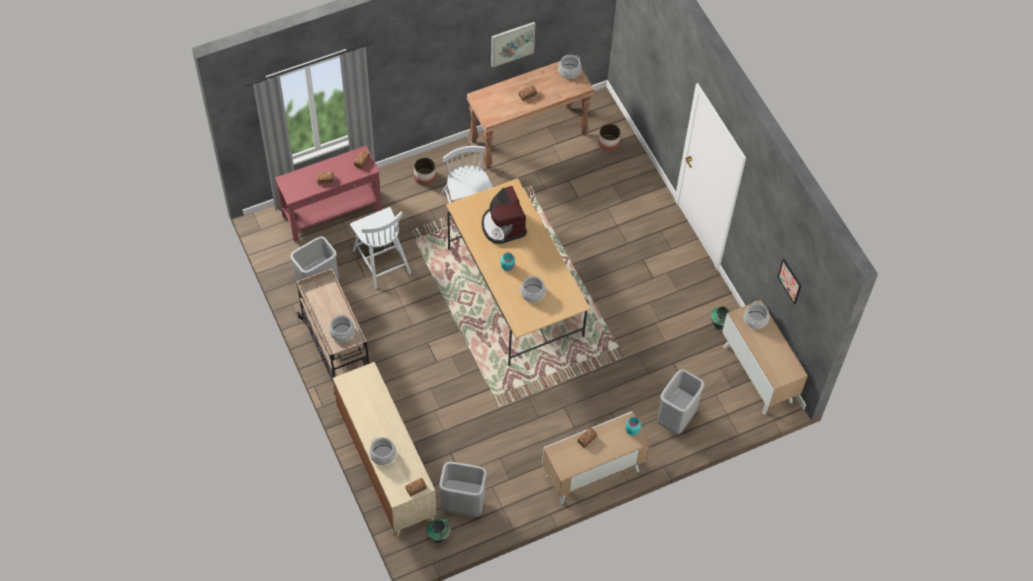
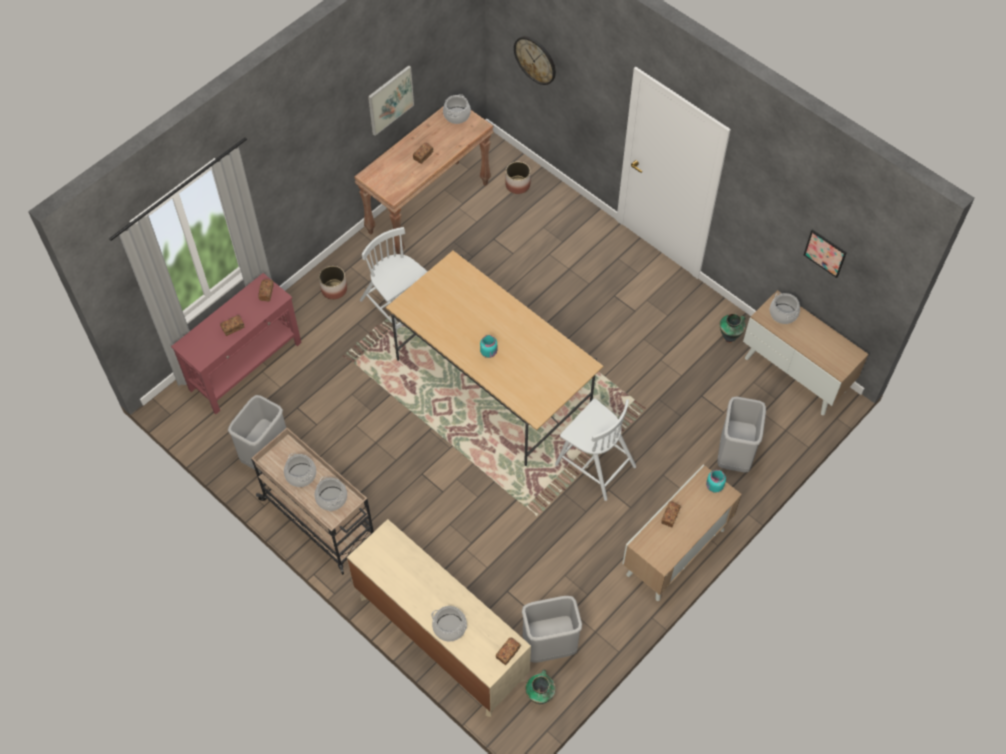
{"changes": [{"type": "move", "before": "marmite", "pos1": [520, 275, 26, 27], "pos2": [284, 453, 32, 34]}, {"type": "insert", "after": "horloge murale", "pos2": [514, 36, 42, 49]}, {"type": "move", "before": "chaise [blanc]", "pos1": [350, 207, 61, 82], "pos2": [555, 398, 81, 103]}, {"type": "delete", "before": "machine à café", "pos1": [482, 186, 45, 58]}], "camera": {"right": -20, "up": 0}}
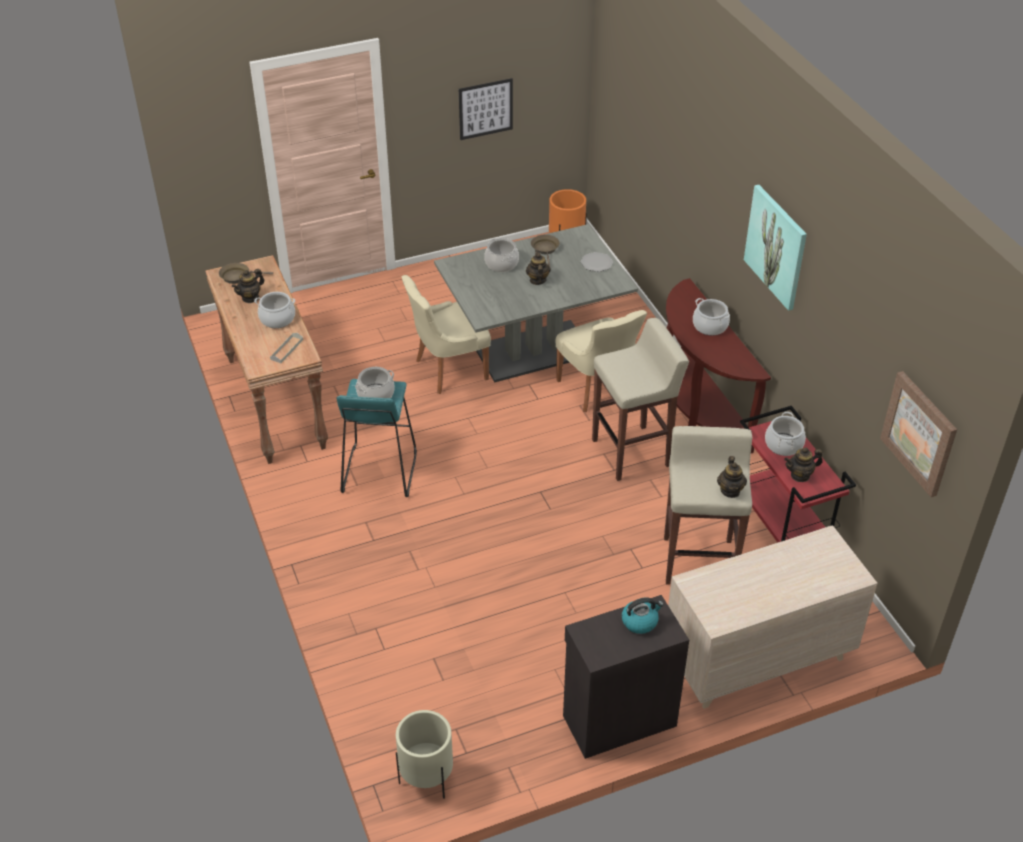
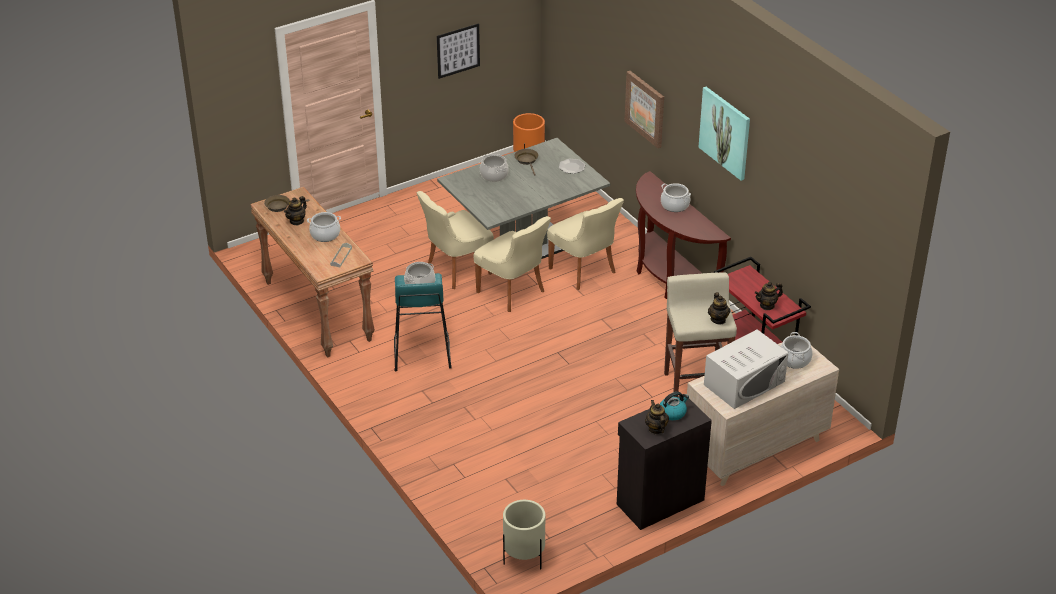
{"changes": [{"type": "insert", "after": "chaise [beige]", "pos2": [473, 216, 78, 96]}, {"type": "move", "before": "tableau", "pos1": [880, 371, 77, 126], "pos2": [624, 71, 40, 77]}, {"type": "move", "before": "théière", "pos1": [526, 251, 25, 34], "pos2": [645, 400, 24, 34]}, {"type": "insert", "after": "micro-ondes [blanc]", "pos2": [704, 329, 84, 80]}, {"type": "move", "before": "marmite", "pos1": [765, 412, 41, 44], "pos2": [781, 332, 32, 37]}, {"type": "delete", "before": "tabouret [beige]", "pos1": [592, 318, 97, 163]}], "camera": {"right": -10, "up": -5}}
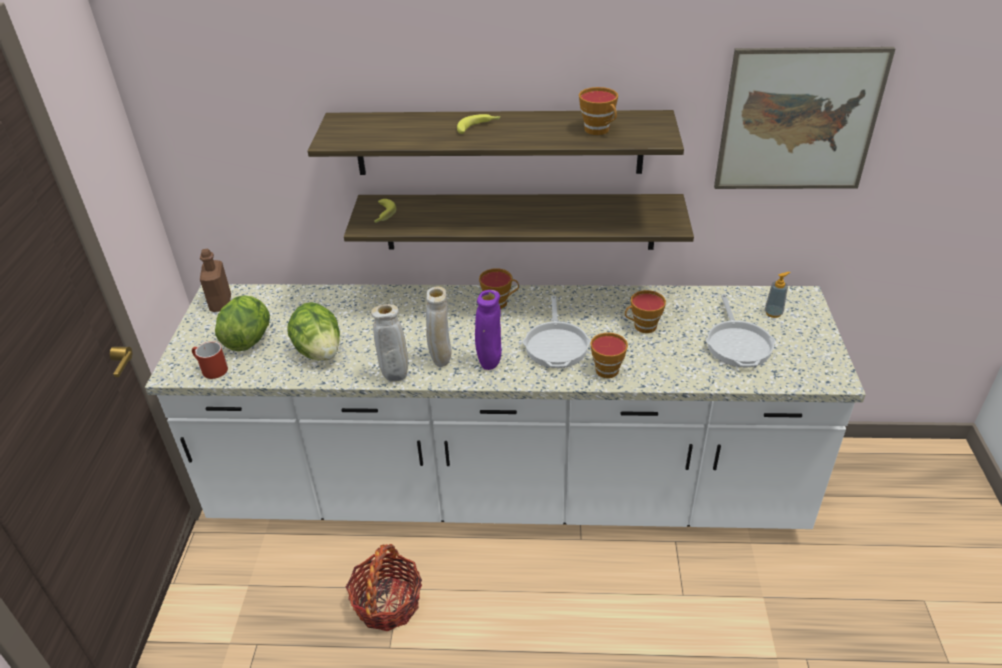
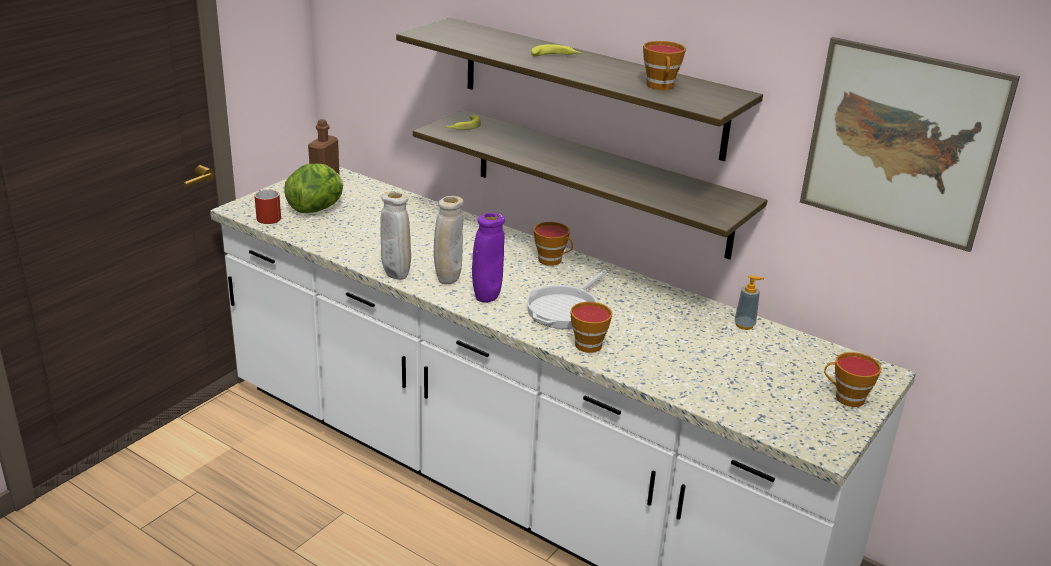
{"changes": [{"type": "move", "before": "distributeur de savon", "pos1": [765, 272, 26, 46], "pos2": [734, 275, 30, 55]}, {"type": "move", "before": "tasse", "pos1": [625, 290, 41, 43], "pos2": [824, 352, 58, 55]}, {"type": "delete", "before": "laitue", "pos1": [287, 302, 53, 59]}, {"type": "delete", "before": "panier", "pos1": [346, 544, 76, 87]}, {"type": "delete", "before": "poêle", "pos1": [706, 294, 69, 74]}], "camera": {"right": 30, "up": -10}}
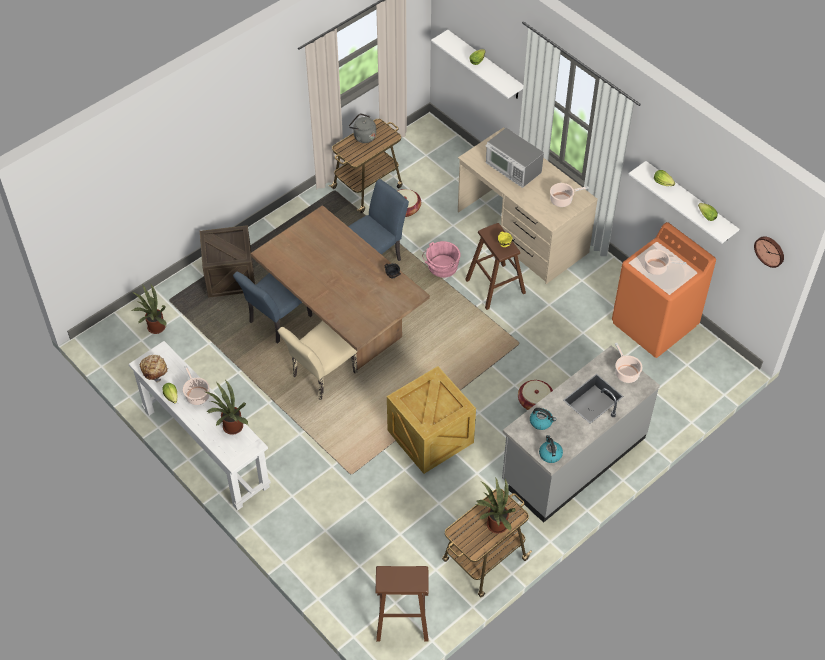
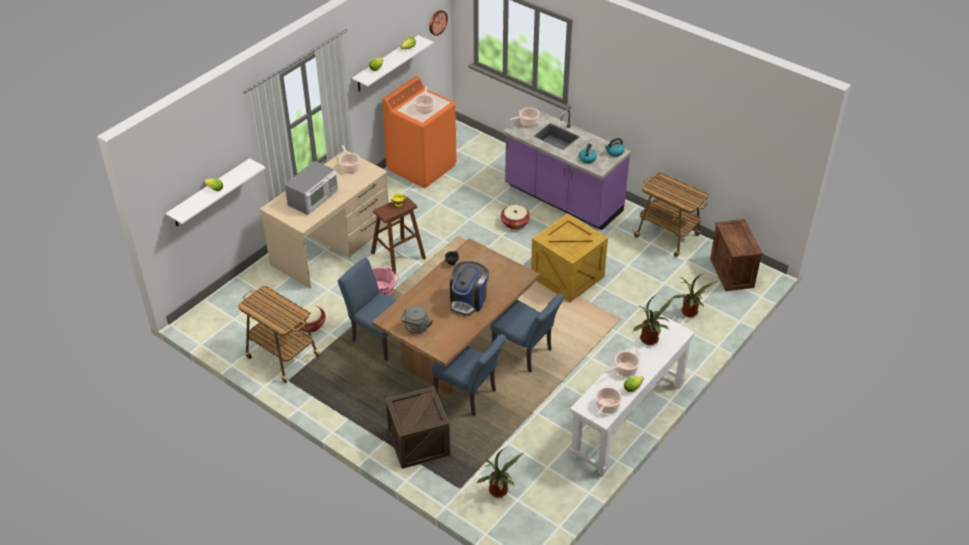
{"changes": [{"type": "move", "before": "bouilloire [gris]", "pos1": [349, 113, 27, 30], "pos2": [401, 306, 32, 28]}, {"type": "insert", "after": "machine à café", "pos2": [450, 261, 39, 55]}, {"type": "recolor", "before": "chaise [beige]", "after": "chaise [bleu]", "pos1": [278, 321, 80, 79], "pos2": [490, 294, 74, 79]}, {"type": "recolor", "before": "comptoir de cuisine [gris]", "after": "comptoir de cuisine [violet]", "pos1": [502, 345, 158, 178], "pos2": [503, 109, 128, 121]}, {"type": "replace", "before": "pain", "after": "marmite", "pos1": [140, 355, 28, 28], "pos2": [596, 387, 26, 30]}, {"type": "move", "before": "plante en pot", "pos1": [475, 478, 41, 55], "pos2": [672, 274, 45, 43]}, {"type": "replace", "before": "tabouret [marron]", "after": "caisse", "pos1": [376, 566, 52, 76], "pos2": [710, 219, 53, 72]}], "camera": {"right": -100, "up": -10}}
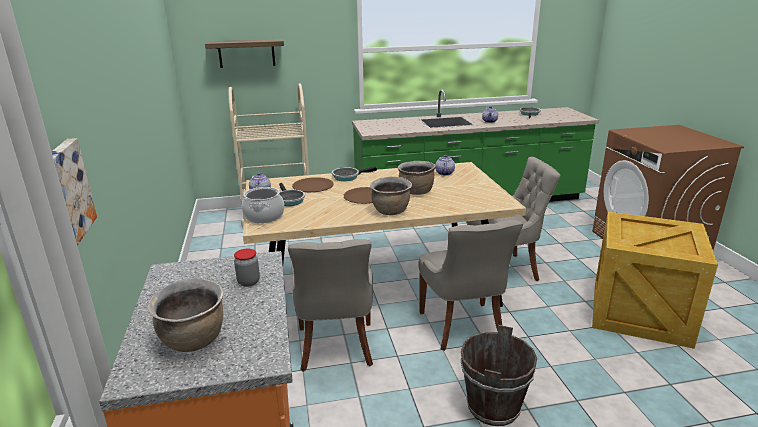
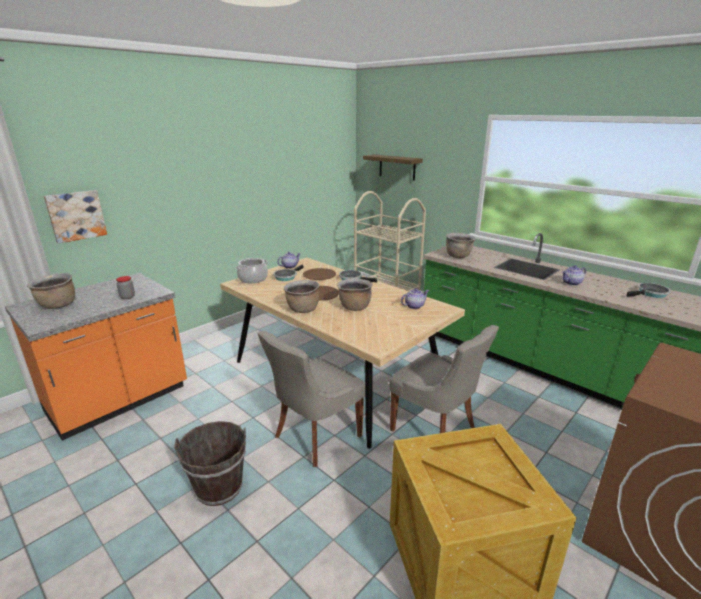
{"changes": [{"type": "insert", "after": "marmite [marron]", "pos2": [446, 233, 29, 25]}, {"type": "delete", "before": "chaise [gris]", "pos1": [288, 239, 85, 133]}], "camera": {"right": 55, "up": 0}}
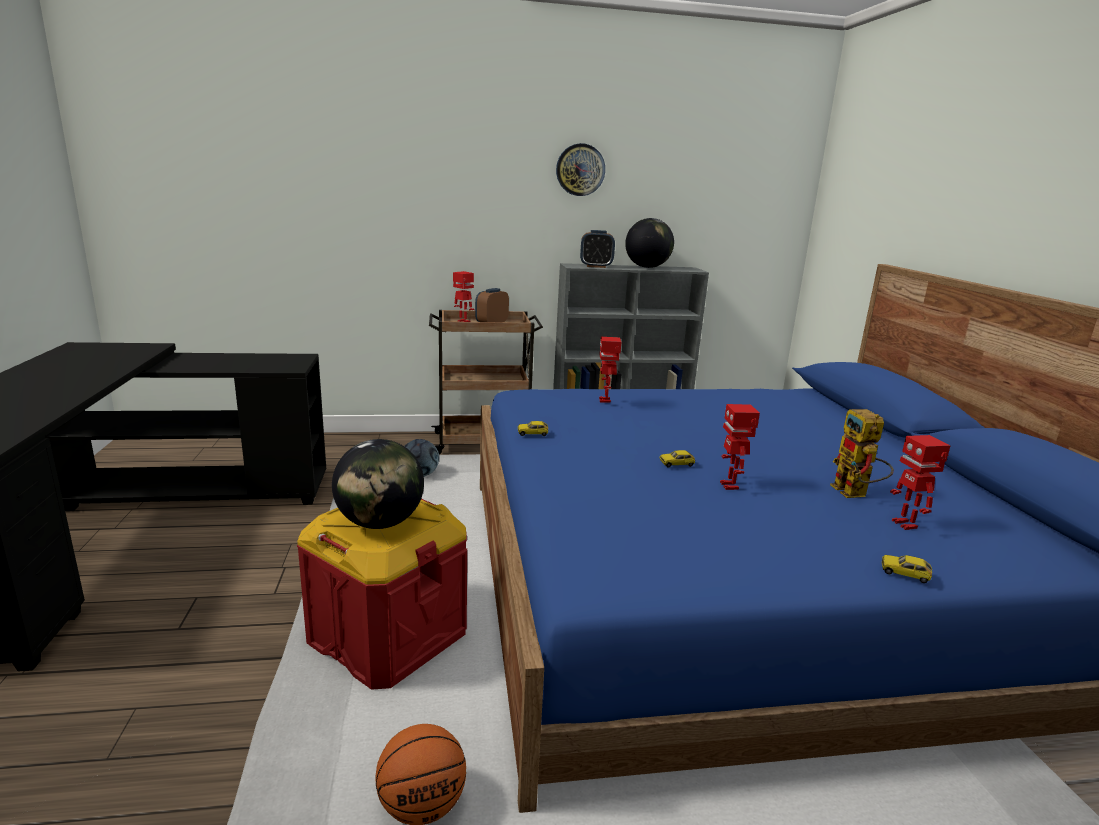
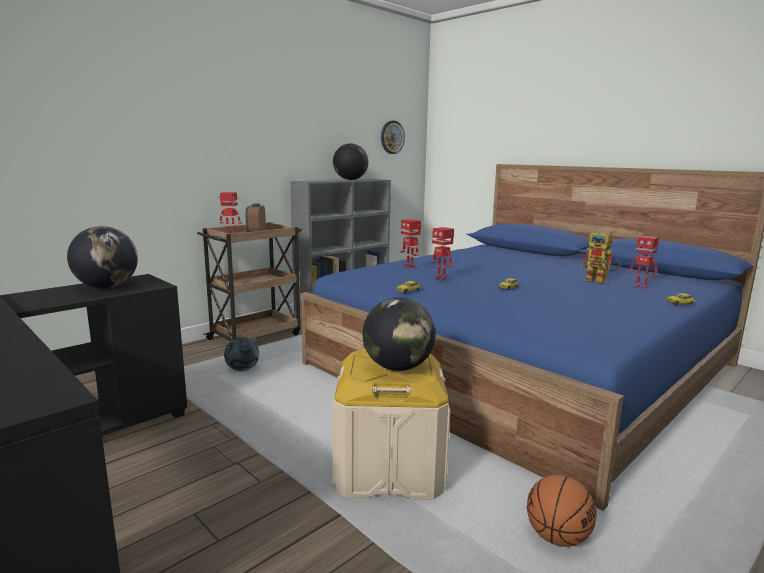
{"changes": [{"type": "insert", "after": "globe", "pos2": [67, 226, 71, 63]}, {"type": "recolor", "before": "boîte de rangement [rouge]", "after": "boîte de rangement [beige]", "pos1": [297, 499, 170, 191], "pos2": [332, 348, 118, 152]}, {"type": "move", "before": "horloge murale", "pos1": [556, 143, 49, 53], "pos2": [381, 121, 24, 33]}, {"type": "move", "before": "robot jouet", "pos1": [720, 404, 40, 86], "pos2": [430, 227, 24, 53]}, {"type": "delete", "before": "réveil", "pos1": [580, 230, 35, 38]}], "camera": {"right": -35, "up": -5}}
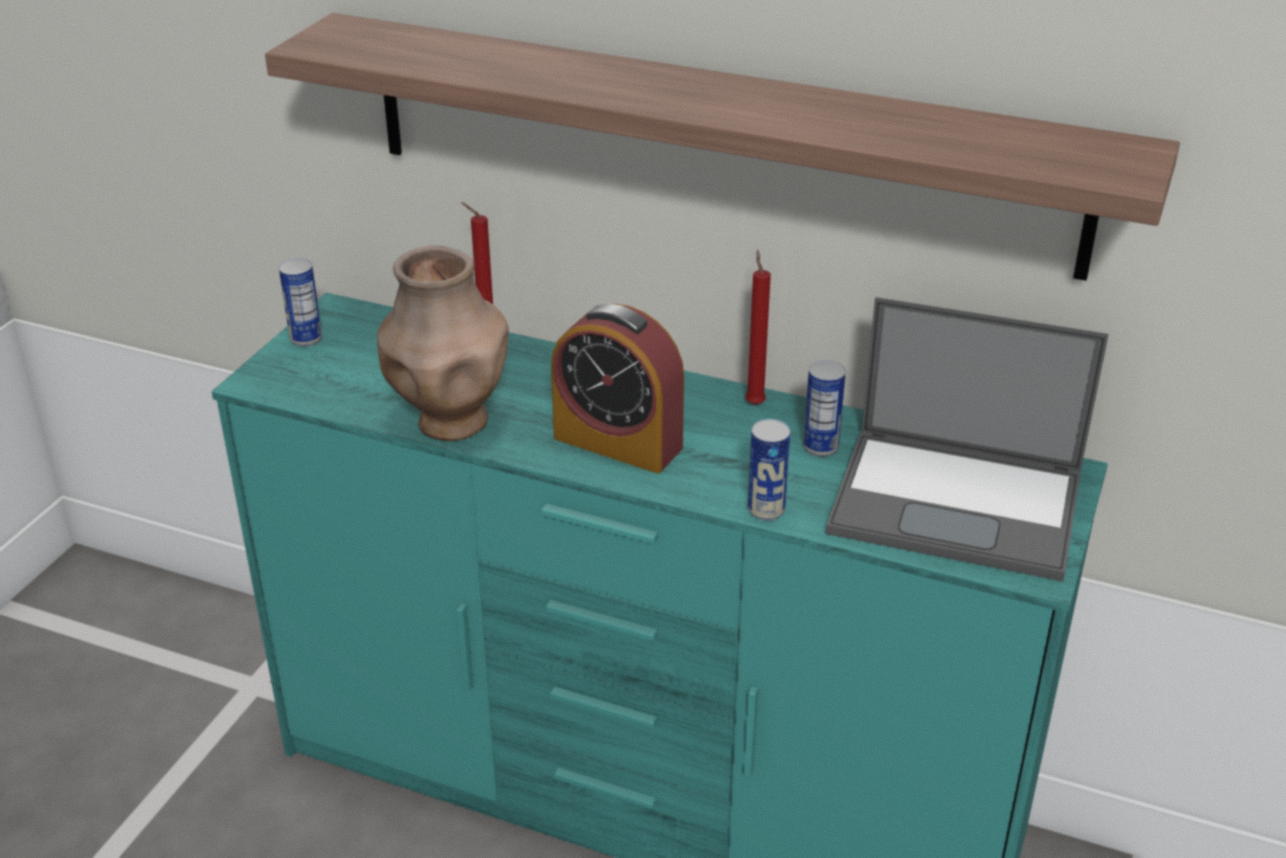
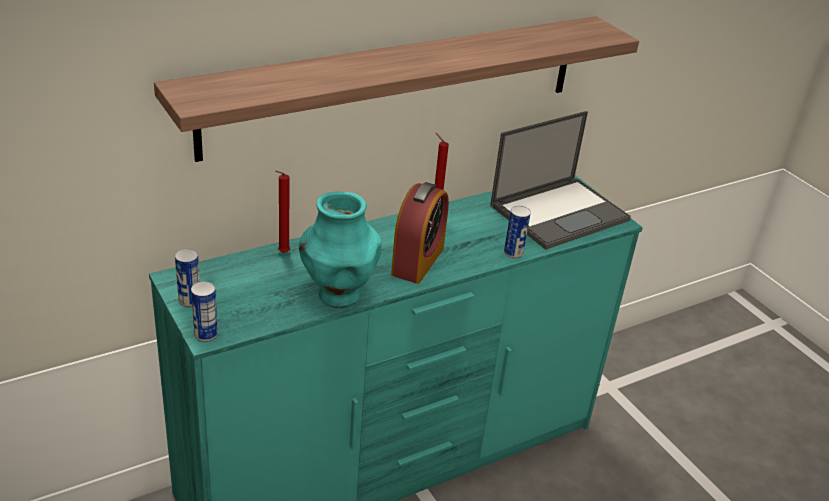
{"changes": [{"type": "move", "before": "boîte métallique", "pos1": [803, 360, 43, 97], "pos2": [191, 281, 27, 61]}, {"type": "recolor", "before": "vase [marron]", "after": "vase [turquoise]", "pos1": [377, 245, 132, 196], "pos2": [299, 192, 83, 116]}, {"type": "rotate", "before": "réveil", "pos1": [551, 304, 133, 169], "pos2": [391, 182, 58, 102], "turn": -45}], "camera": {"right": -55, "up": 0}}
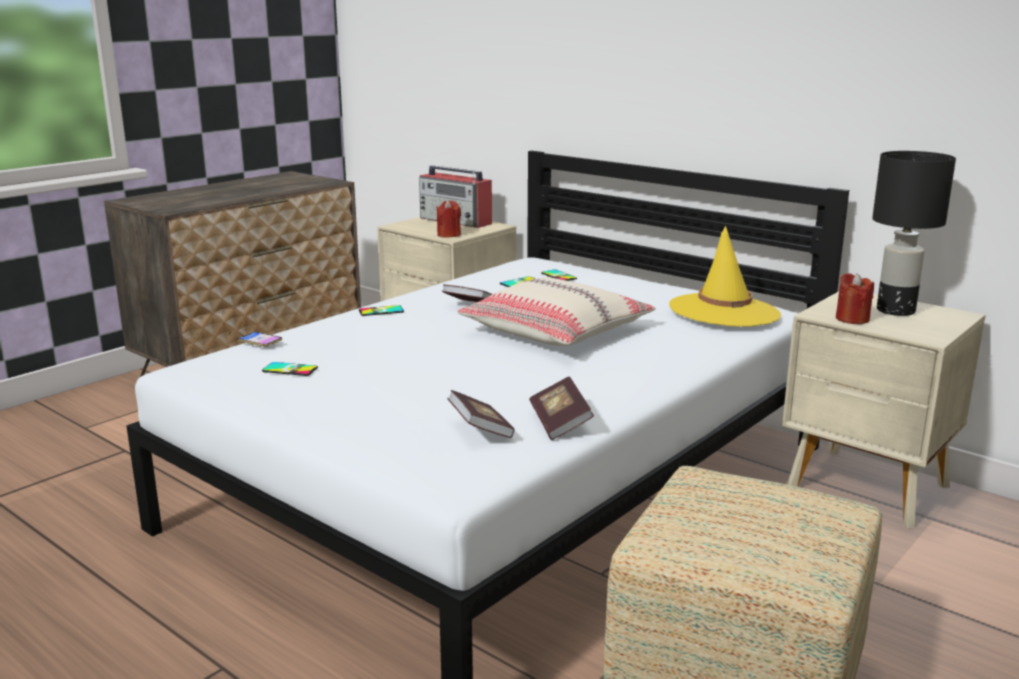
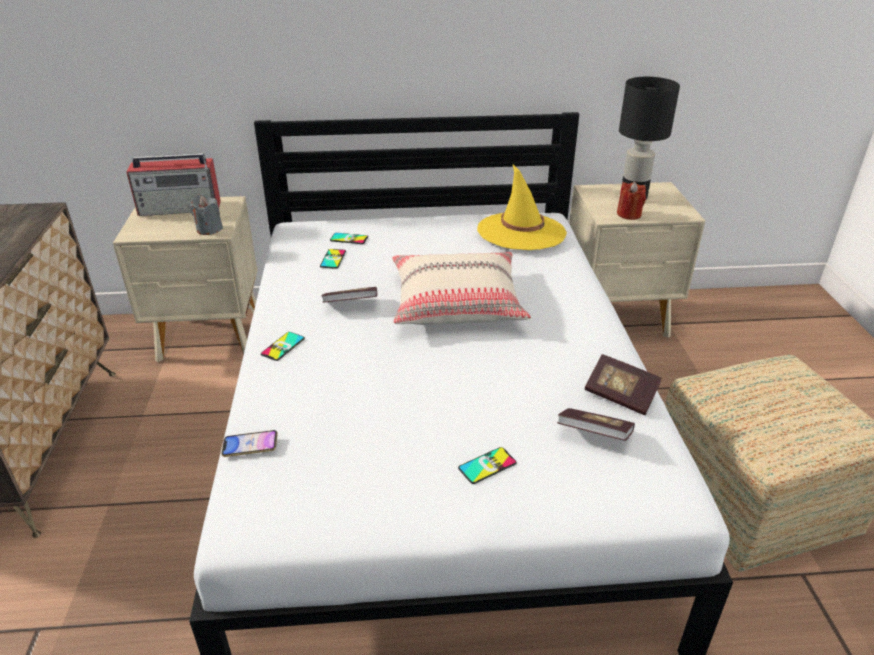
{"changes": [{"type": "recolor", "before": "bougie [rouge]", "after": "bougie [gris]", "pos1": [436, 200, 25, 38], "pos2": [190, 194, 33, 41]}, {"type": "move", "before": "téléphone", "pos1": [262, 362, 56, 14], "pos2": [458, 447, 59, 37]}], "camera": {"right": -45, "up": 15}}
